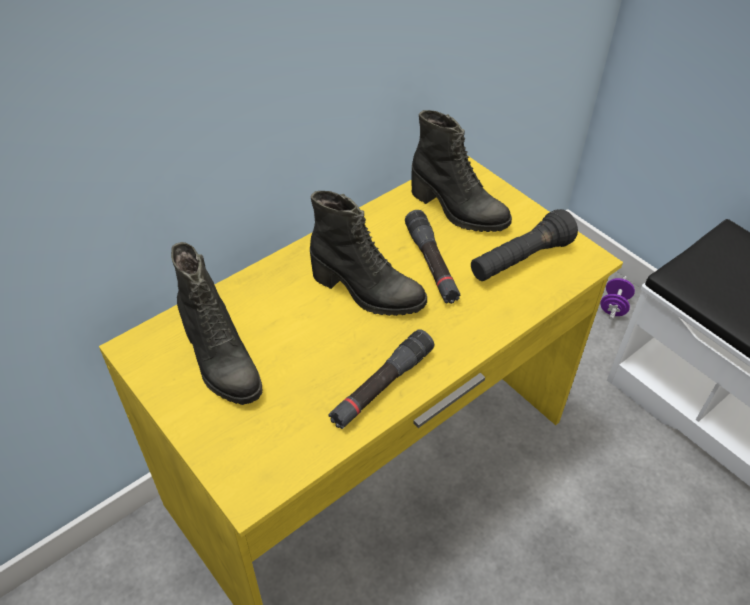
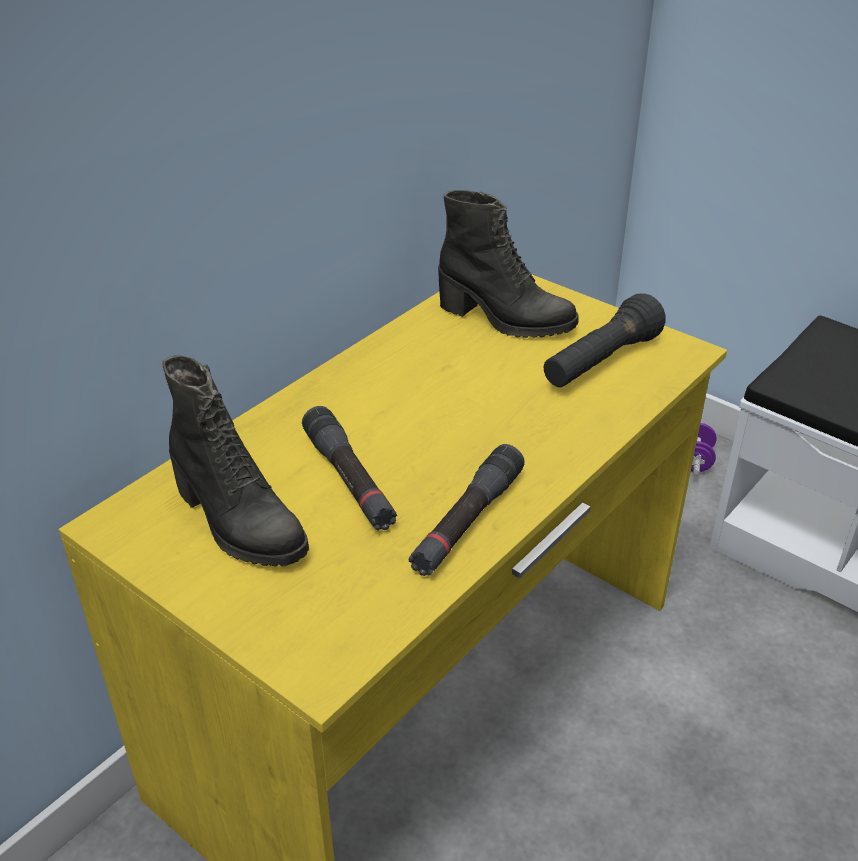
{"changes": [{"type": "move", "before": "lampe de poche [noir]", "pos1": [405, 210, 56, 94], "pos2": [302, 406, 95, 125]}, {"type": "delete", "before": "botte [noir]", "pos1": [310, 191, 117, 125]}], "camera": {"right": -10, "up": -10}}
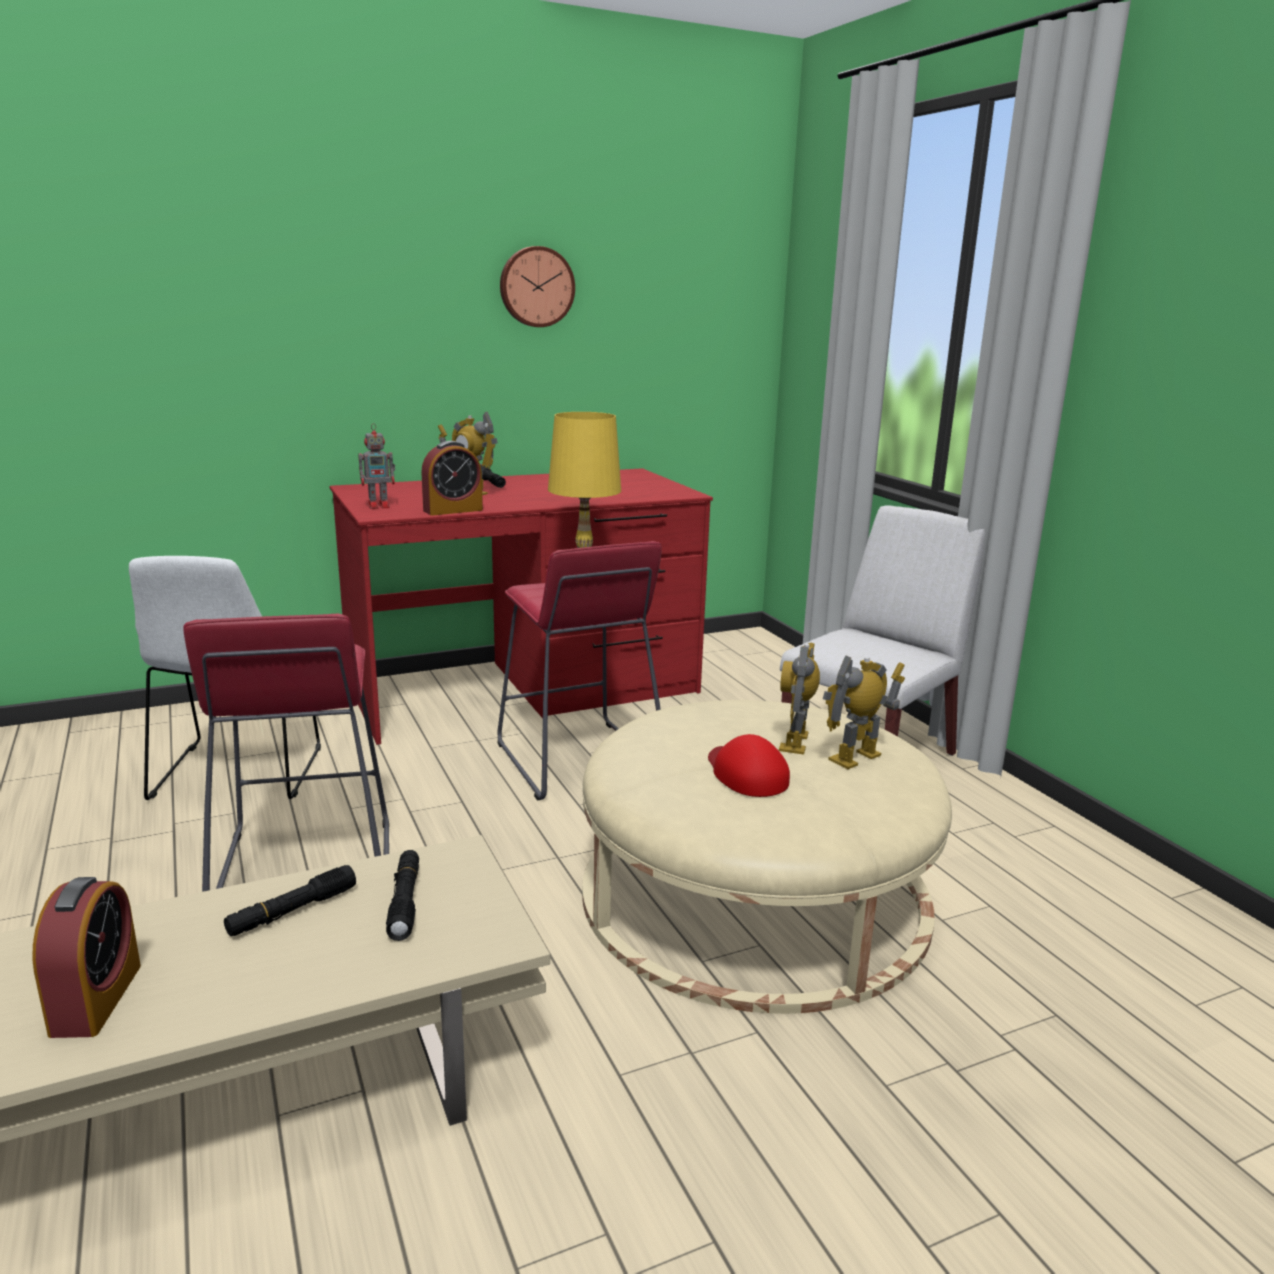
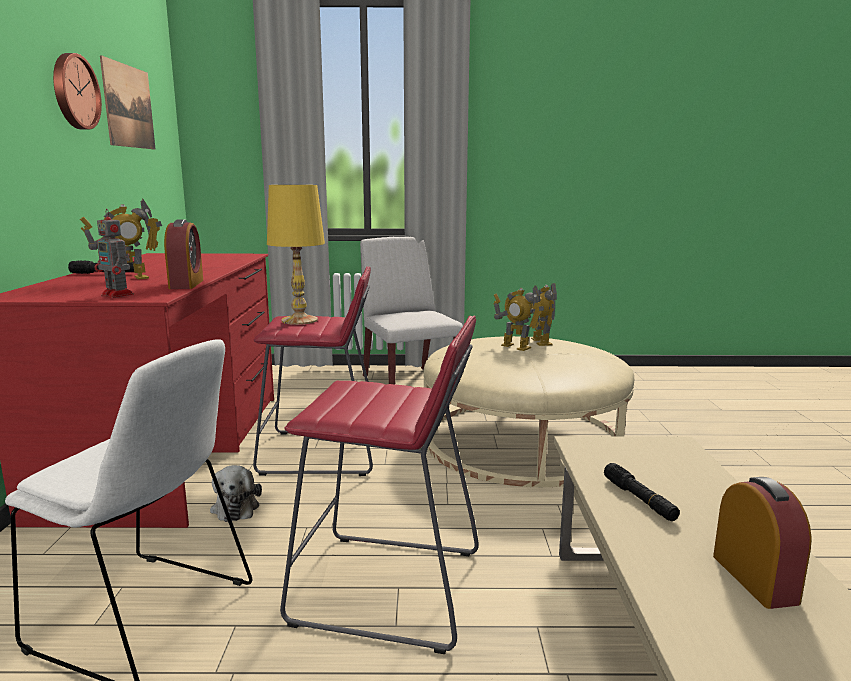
{"changes": [{"type": "rotate", "before": "robot jouet", "pos1": [358, 423, 37, 86], "pos2": [94, 209, 40, 89], "turn": 120}, {"type": "insert", "after": "tableau", "pos2": [100, 55, 55, 94]}, {"type": "insert", "after": "peluche", "pos2": [210, 465, 52, 57]}, {"type": "rotate", "before": "réveil", "pos1": [32, 877, 109, 161], "pos2": [713, 477, 99, 132], "turn": 60}, {"type": "delete", "before": "lampe de poche [noir]", "pos1": [386, 850, 33, 91]}, {"type": "delete", "before": "casquette [rouge]", "pos1": [708, 734, 82, 63]}], "camera": {"right": -65, "up": -5}}
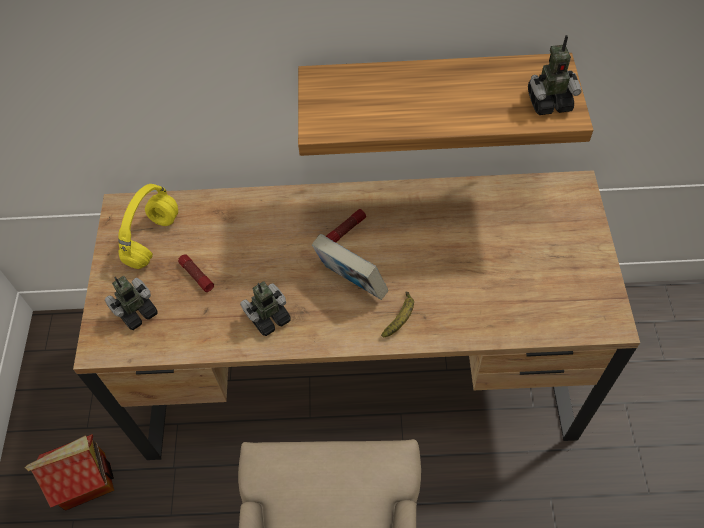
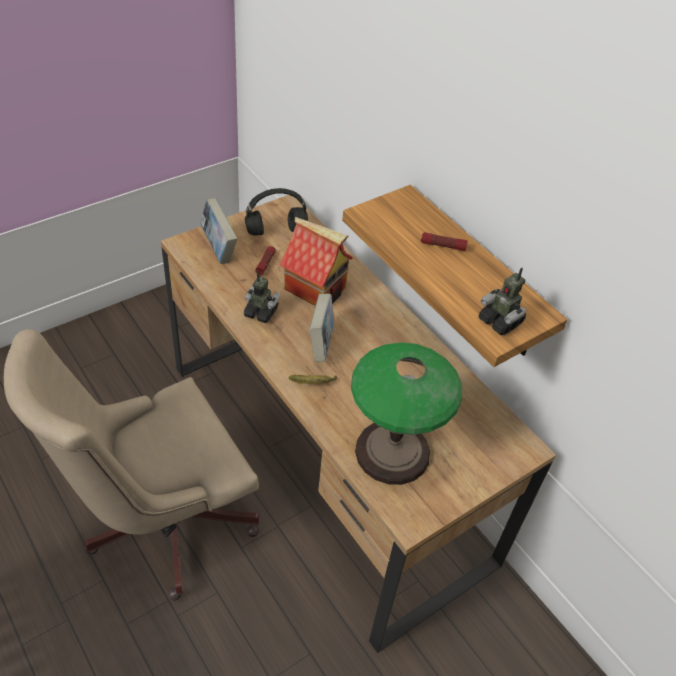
{"changes": [{"type": "replace", "before": "robot jouet", "after": "livre", "pos1": [105, 276, 52, 54], "pos2": [200, 198, 37, 66]}, {"type": "recolor", "before": "casque audio [jaune]", "after": "casque audio [noir]", "pos1": [118, 184, 60, 85], "pos2": [245, 188, 63, 48]}, {"type": "move", "before": "maison miniature", "pos1": [24, 434, 90, 77], "pos2": [280, 217, 73, 89]}, {"type": "insert", "after": "lampe de table", "pos2": [351, 342, 111, 143]}, {"type": "move", "before": "lampe de poche", "pos1": [326, 209, 40, 33], "pos2": [421, 232, 47, 19]}], "camera": {"right": 50, "up": -10}}
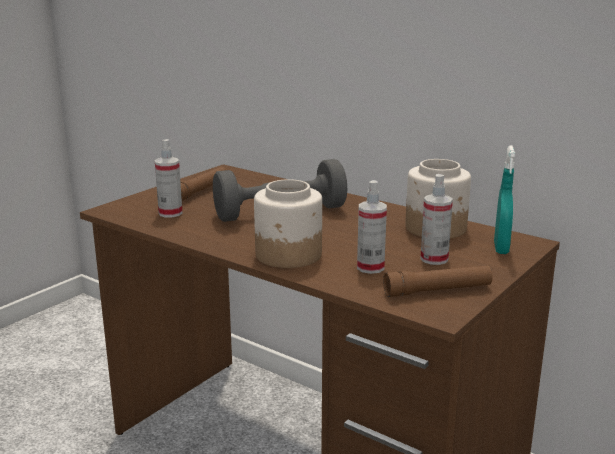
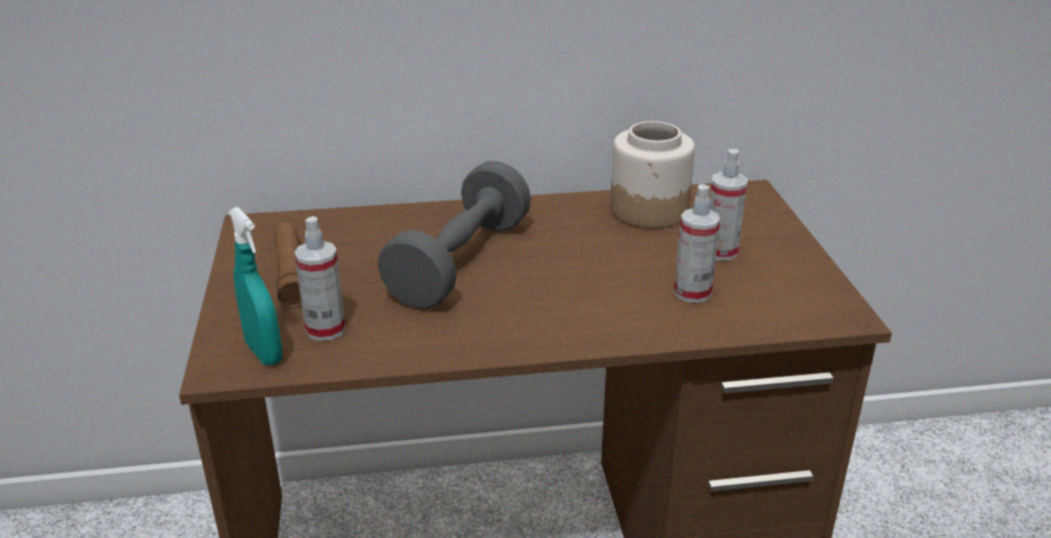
{"changes": [{"type": "move", "before": "vaporisateur [turquoise]", "pos1": [494, 145, 21, 109], "pos2": [229, 207, 53, 158]}, {"type": "delete", "before": "bocal", "pos1": [254, 179, 68, 89]}, {"type": "delete", "before": "lampe de poche [marron]", "pos1": [383, 266, 110, 31]}], "camera": {"right": -45, "up": 10}}
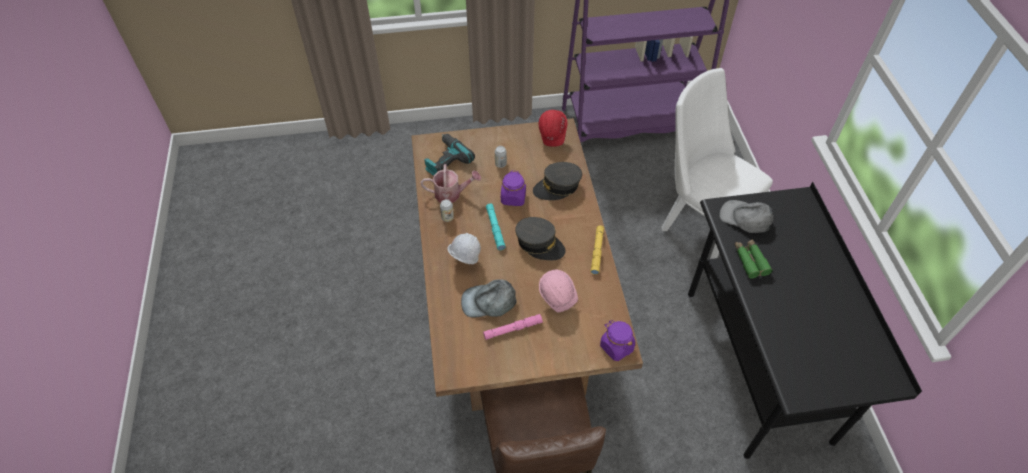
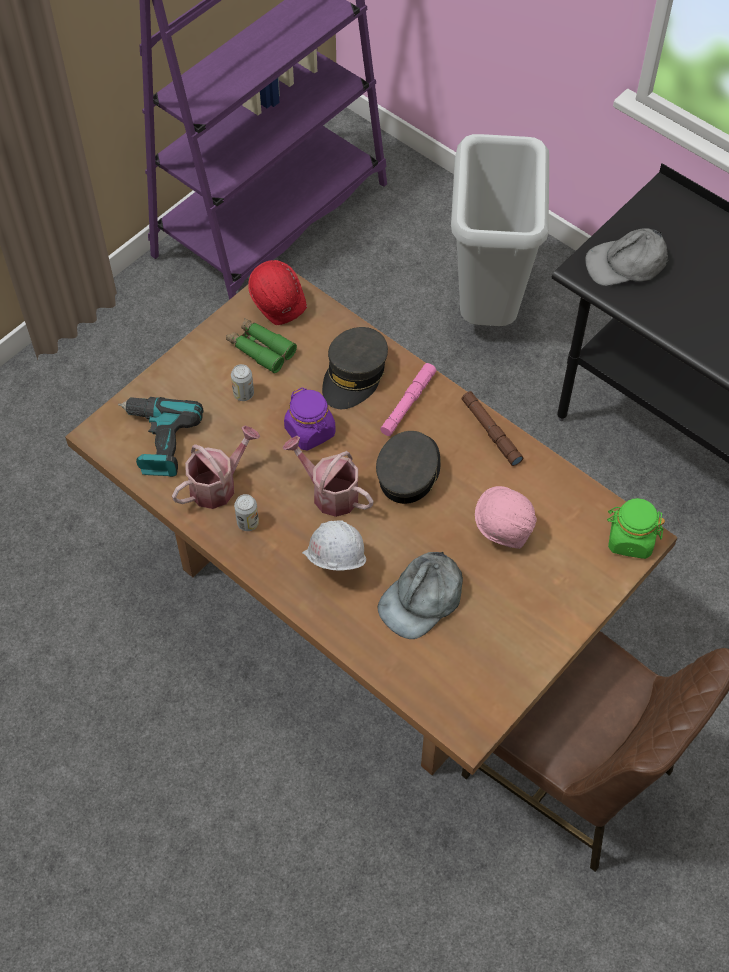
{"changes": [{"type": "move", "before": "jumelles [vert]", "pos1": [734, 239, 38, 40], "pos2": [226, 318, 71, 55]}, {"type": "replace", "before": "lampe de poche [turquoise]", "after": "arrosoir", "pos1": [486, 203, 20, 47], "pos2": [282, 436, 92, 81]}, {"type": "rotate", "before": "casquette [gris]", "pos1": [515, 217, 51, 43], "pos2": [376, 431, 64, 73], "turn": -60}, {"type": "move", "before": "lampe de poche [rose]", "pos1": [483, 314, 60, 26], "pos2": [380, 363, 56, 73]}, {"type": "replace", "before": "chaise [blanc]", "after": "poubelle [gris]", "pos1": [662, 68, 111, 191], "pos2": [451, 134, 98, 192]}, {"type": "recolor", "before": "lampe de poche [jaune]", "after": "lampe de poche [marron]", "pos1": [591, 225, 13, 50], "pos2": [462, 391, 61, 75]}, {"type": "recolor", "before": "bocal [violet]", "after": "bocal [vert]", "pos1": [600, 320, 35, 41], "pos2": [607, 498, 58, 61]}], "camera": {"right": -40, "up": 5}}
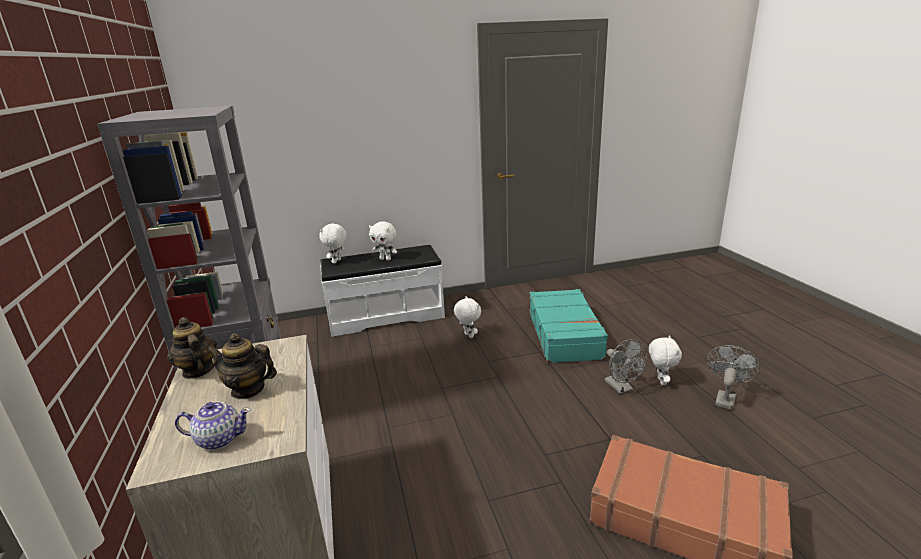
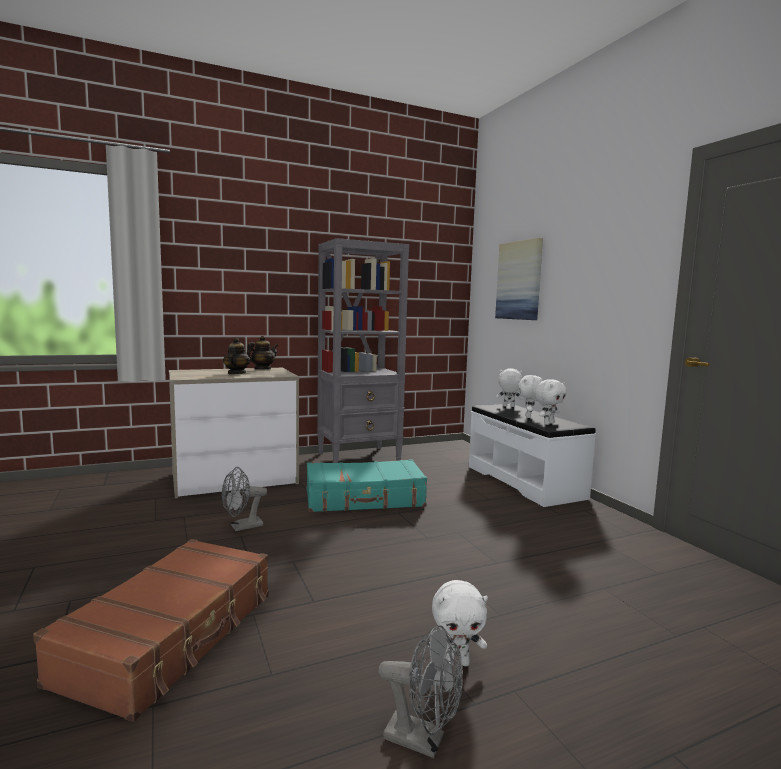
{"changes": [{"type": "move", "before": "ventilateur [gris]", "pos1": [605, 339, 42, 55], "pos2": [222, 467, 45, 64]}, {"type": "move", "before": "valise [turquoise]", "pos1": [530, 289, 78, 74], "pos2": [307, 459, 120, 53]}, {"type": "insert", "after": "tableau", "pos2": [495, 238, 48, 82]}, {"type": "move", "before": "peluche [blanc]", "pos1": [454, 297, 27, 41], "pos2": [535, 379, 32, 46]}, {"type": "delete", "before": "théière", "pos1": [175, 401, 76, 49]}], "camera": {"right": 80, "up": -15}}
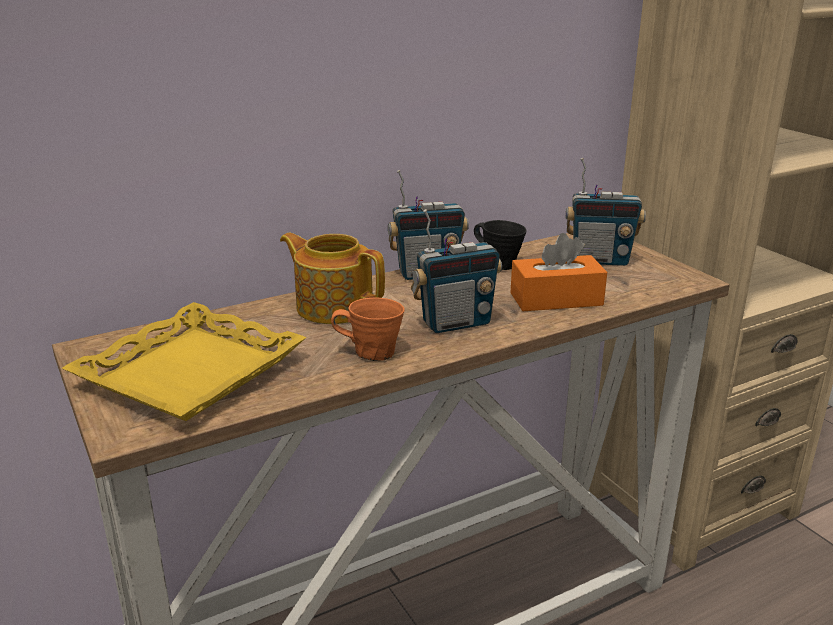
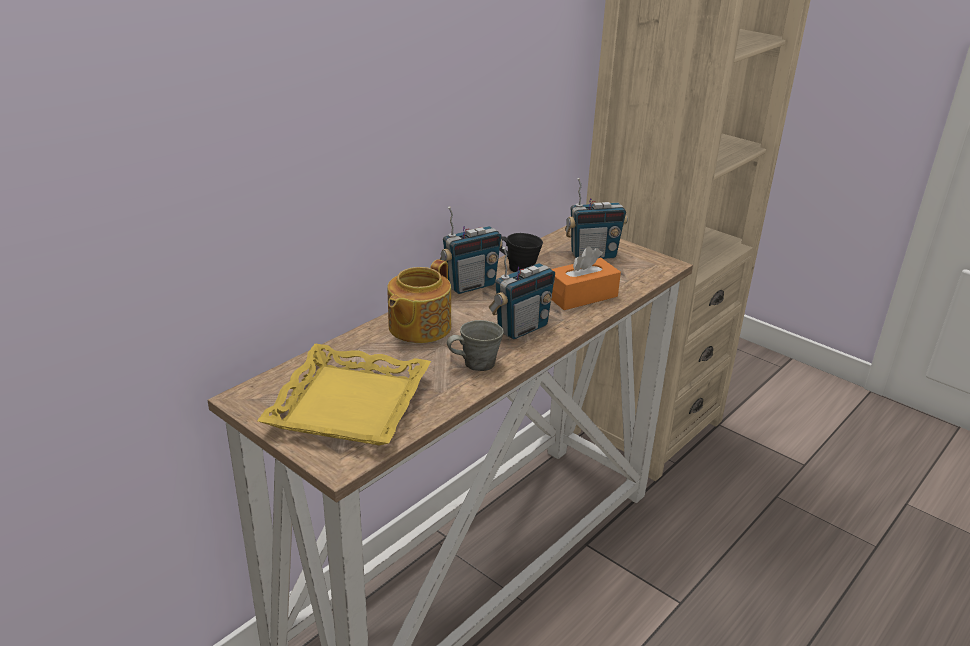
{"changes": [{"type": "rotate", "before": "théière", "pos1": [280, 233, 105, 91], "pos2": [387, 259, 64, 84], "turn": -75}, {"type": "recolor", "before": "mug [orange]", "after": "mug [gris]", "pos1": [331, 298, 74, 63], "pos2": [447, 320, 57, 51]}], "camera": {"right": -20, "up": 5}}
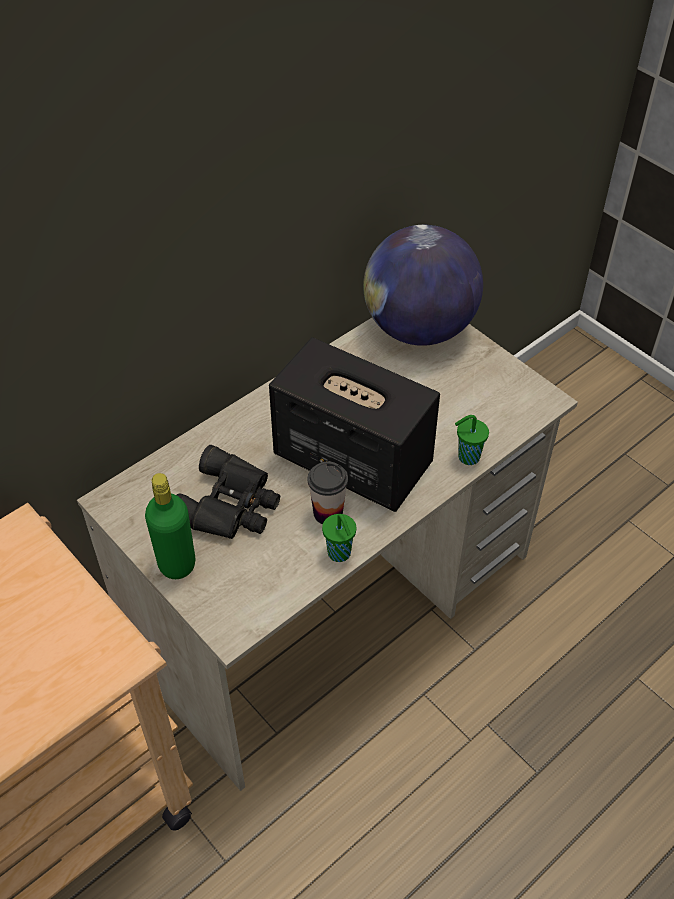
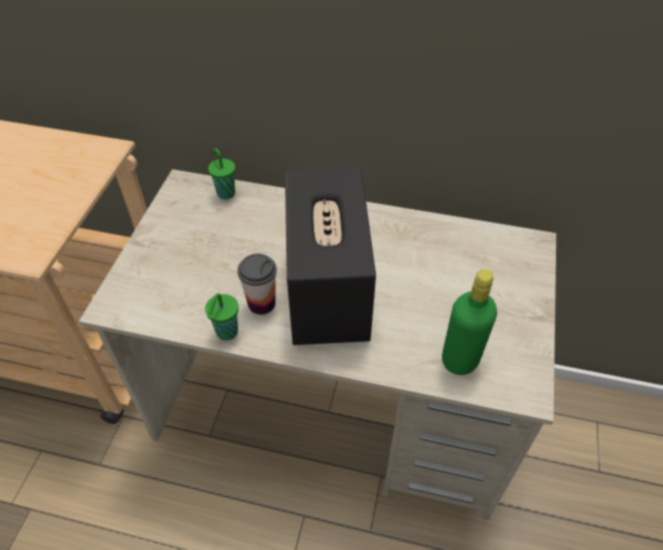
{"changes": [{"type": "move", "before": "tasse [vert]", "pos1": [455, 415, 34, 50], "pos2": [208, 149, 27, 51]}, {"type": "move", "before": "bouteille [vert]", "pos1": [145, 473, 50, 106], "pos2": [442, 269, 55, 106]}, {"type": "delete", "before": "jumelles [noir]", "pos1": [177, 445, 103, 94]}, {"type": "delete", "before": "globe", "pos1": [363, 225, 120, 121]}], "camera": {"right": 55, "up": 0}}
